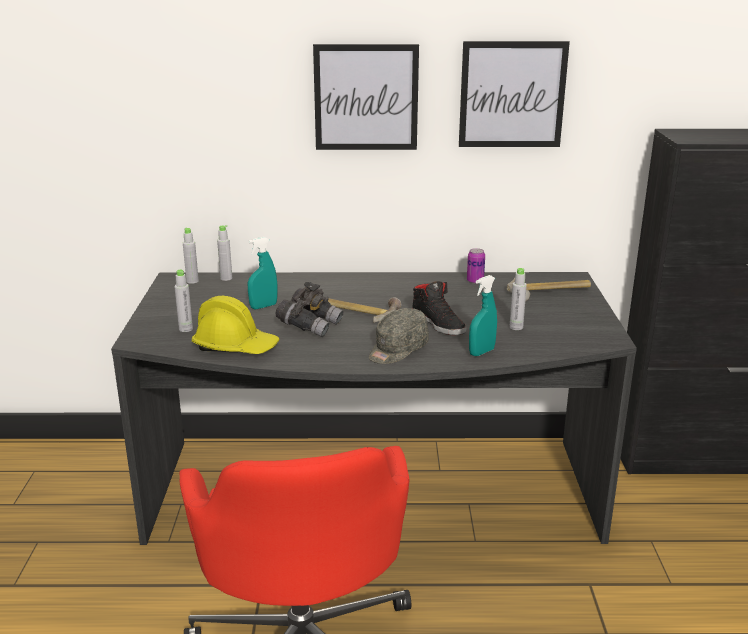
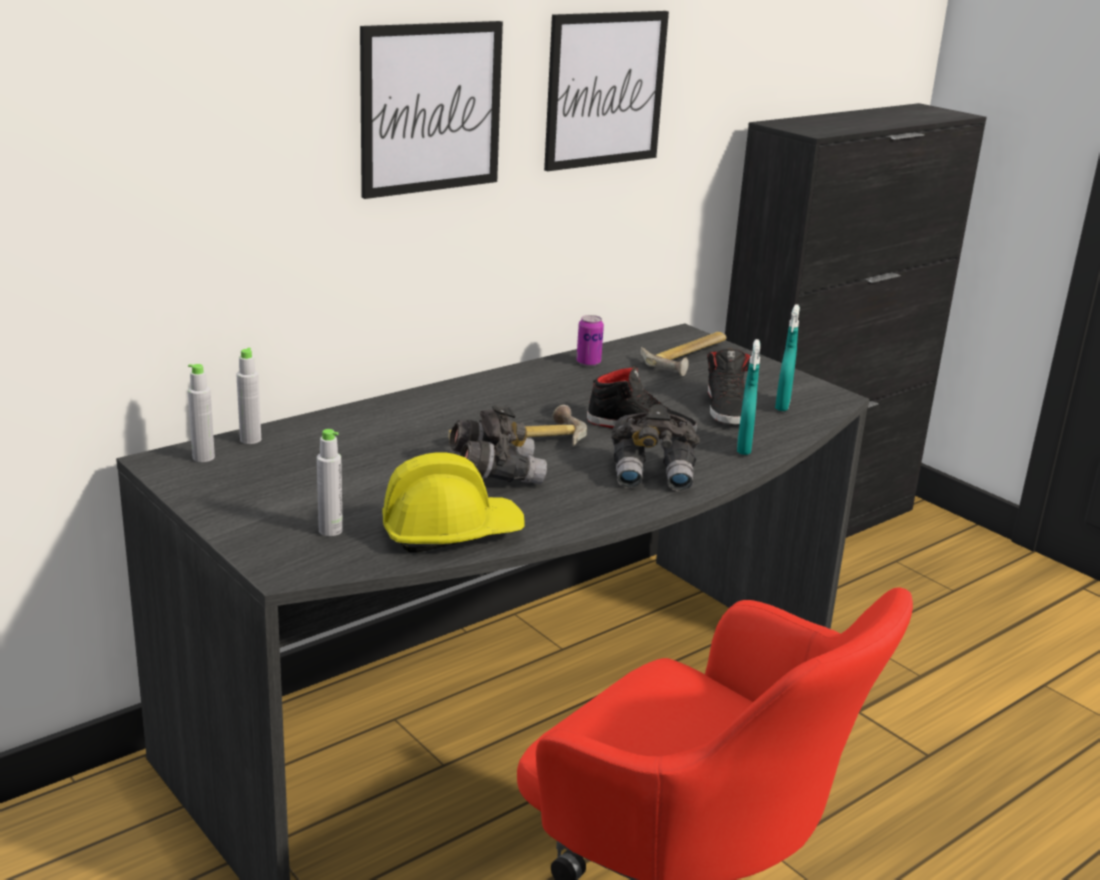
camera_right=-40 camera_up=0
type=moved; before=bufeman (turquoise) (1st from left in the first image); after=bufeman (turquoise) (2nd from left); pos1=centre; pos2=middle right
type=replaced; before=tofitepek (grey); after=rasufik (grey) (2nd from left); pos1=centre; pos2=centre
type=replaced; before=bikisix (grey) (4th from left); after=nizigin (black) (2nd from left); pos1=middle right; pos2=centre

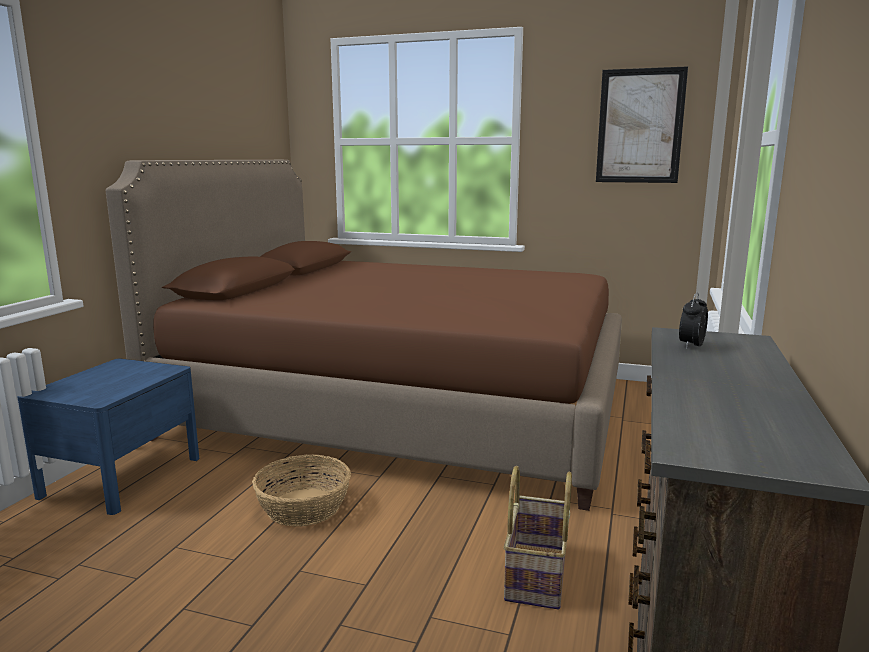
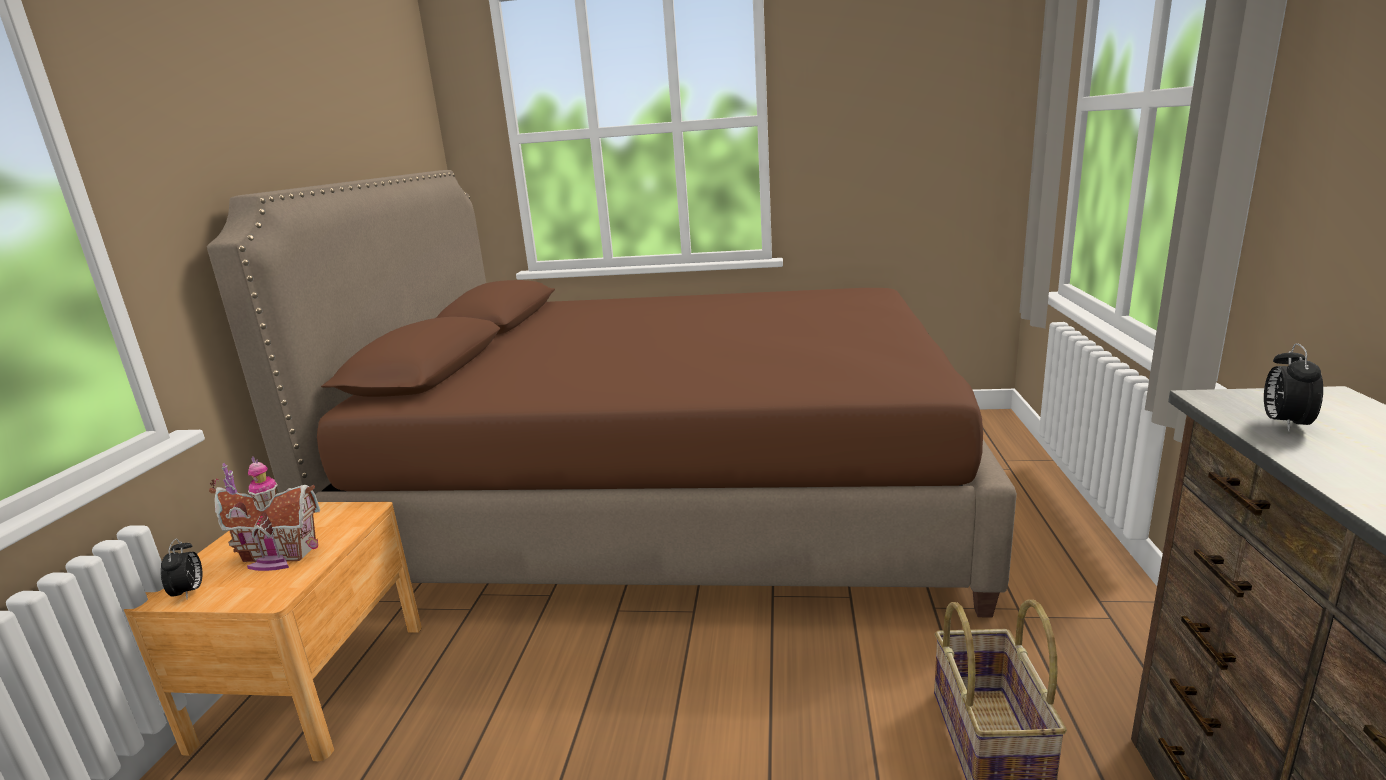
camera_right=-10 camera_up=5
type=recoloured; before=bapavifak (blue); after=bapavifak (brown); pos1=bottom left; pos2=bottom left
type=removed; before=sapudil (1st from left); pos1=bottom centre
type=removed; before=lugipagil; pos1=top right
type=added; after=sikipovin (1st from left); pos2=bottom left
type=added; after=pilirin; pos2=middle left

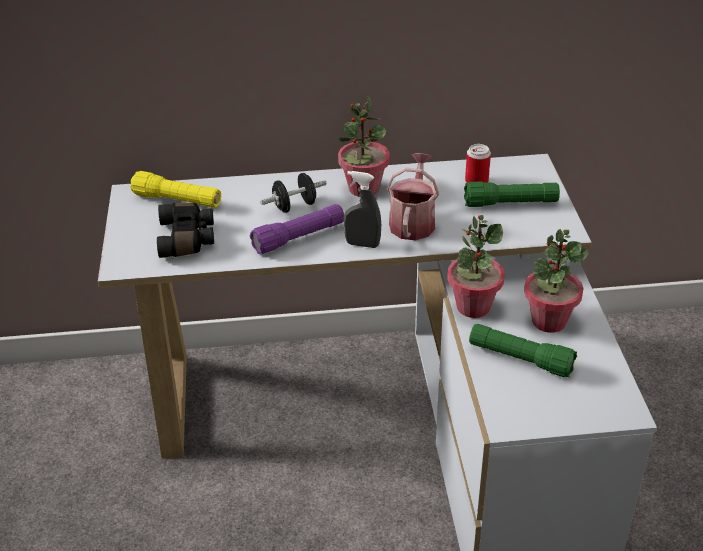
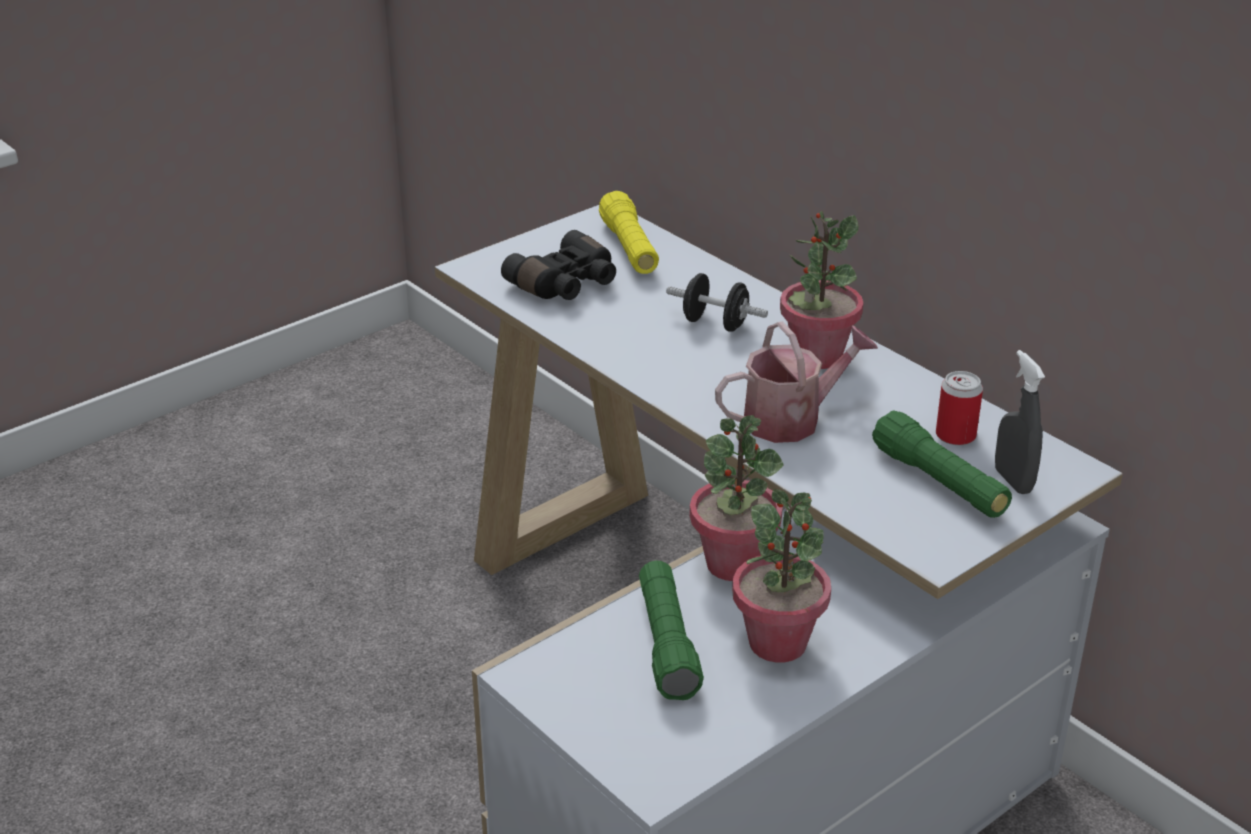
camera_right=55 camera_up=-5
type=removed; before=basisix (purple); pos1=centre
type=moved; before=bufeman (grey); pos1=centre; pos2=middle right

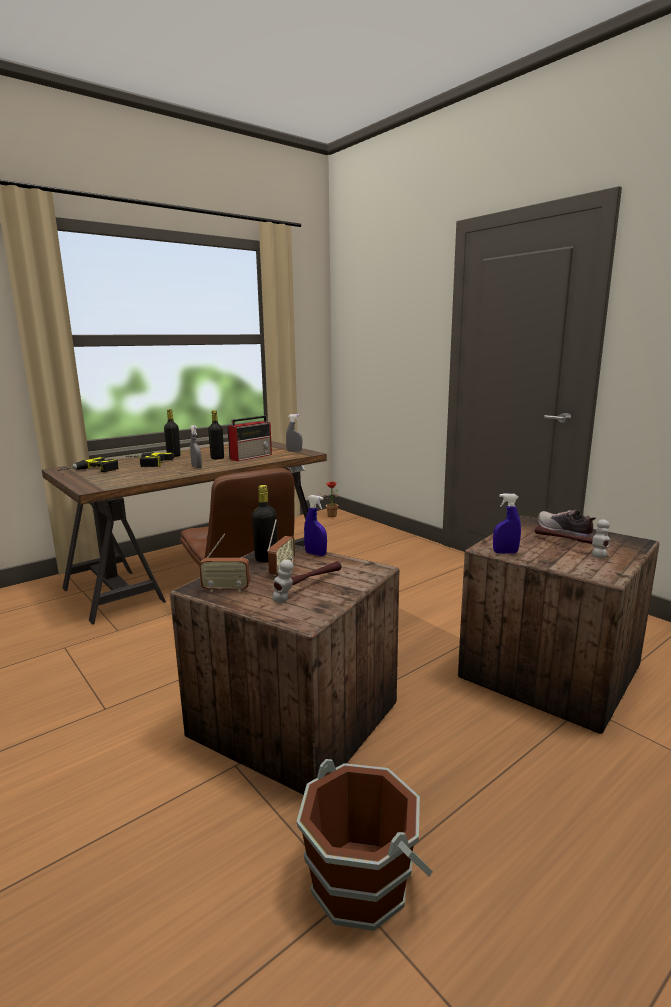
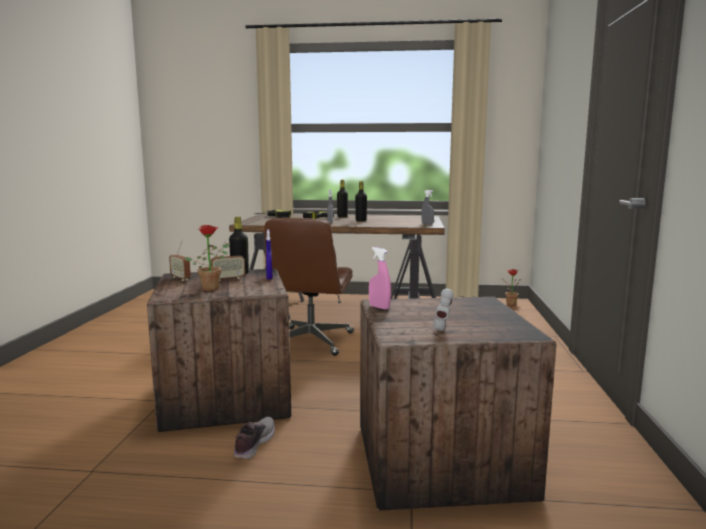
camera_right=45 camera_up=-5
type=removed; before=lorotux (2nd from left); pos1=centre
type=replaced; before=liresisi (1st from left); after=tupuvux (1st from left); pos1=centre; pos2=middle left
type=removed; before=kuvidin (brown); pos1=bottom centre
type=recoloured; before=bufeman (blue) (2nd from left); after=bufeman (pink); pos1=middle right; pos2=centre
type=moved; before=nizigin; pos1=middle right; pos2=bottom centre

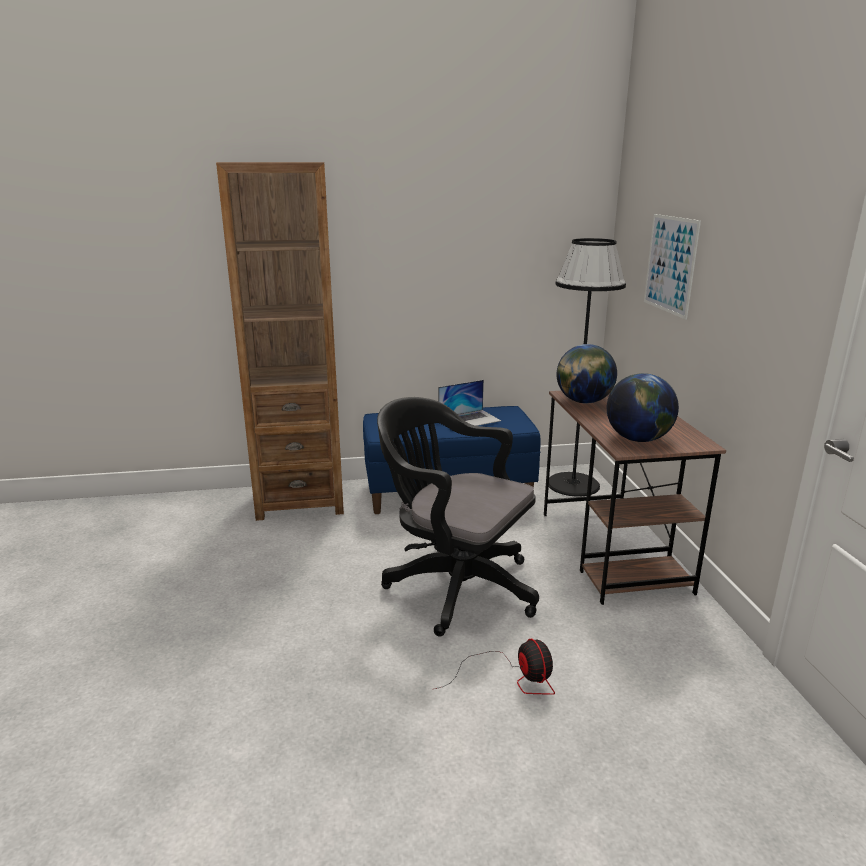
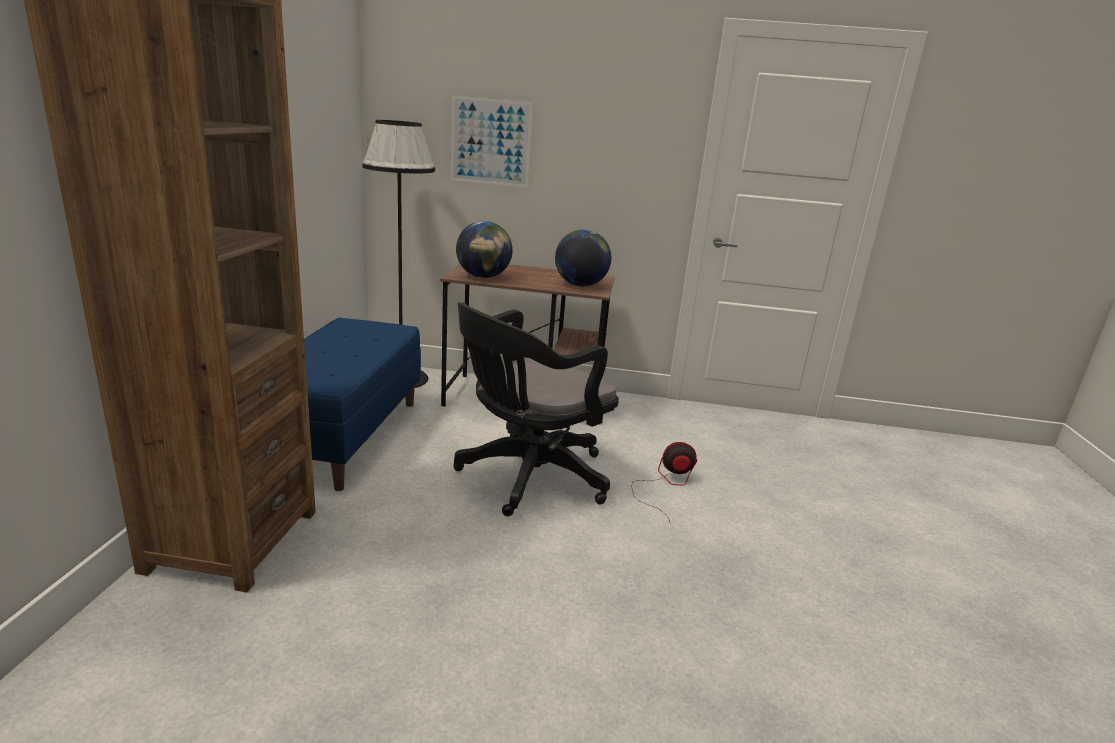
camera_right=-75 camera_up=0
type=removed; before=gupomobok; pos1=centre

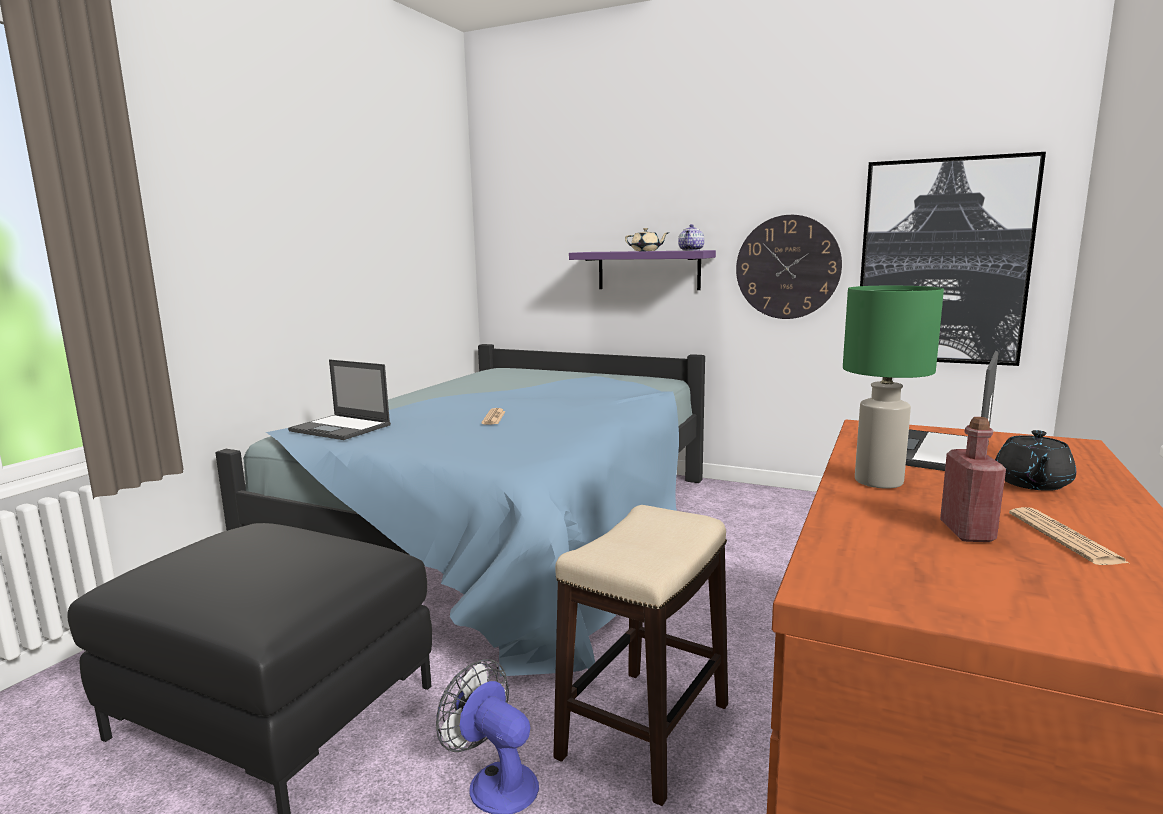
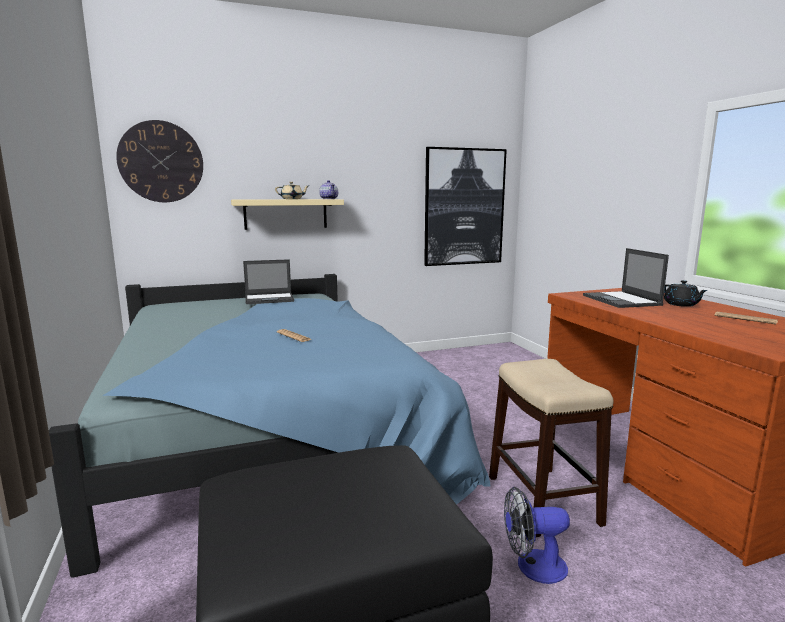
camera_right=-45 camera_up=0
type=moved; before=gupomobok (1st from left); pos1=middle left; pos2=centre
type=recoloured; before=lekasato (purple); after=lekasato (beige); pos1=top centre; pos2=centre
type=moved; before=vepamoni; pos1=top right; pos2=top left
type=removed; before=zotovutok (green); pos1=middle right
type=removed; before=bikisix (red); pos1=middle right

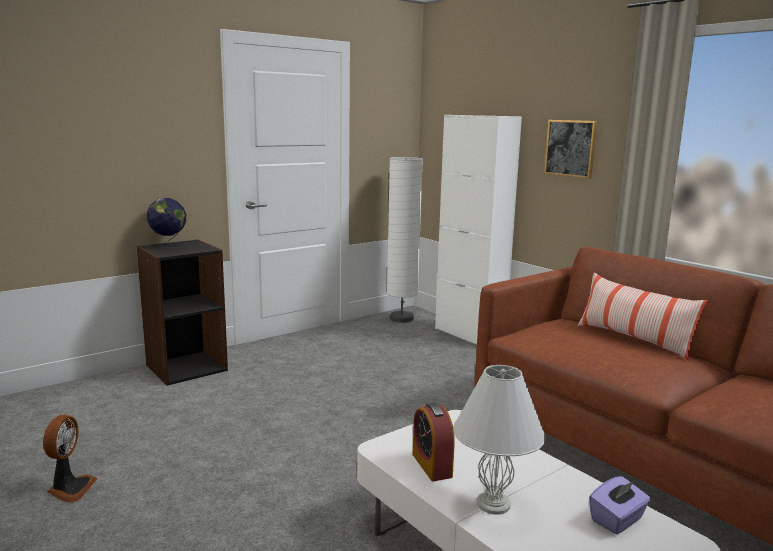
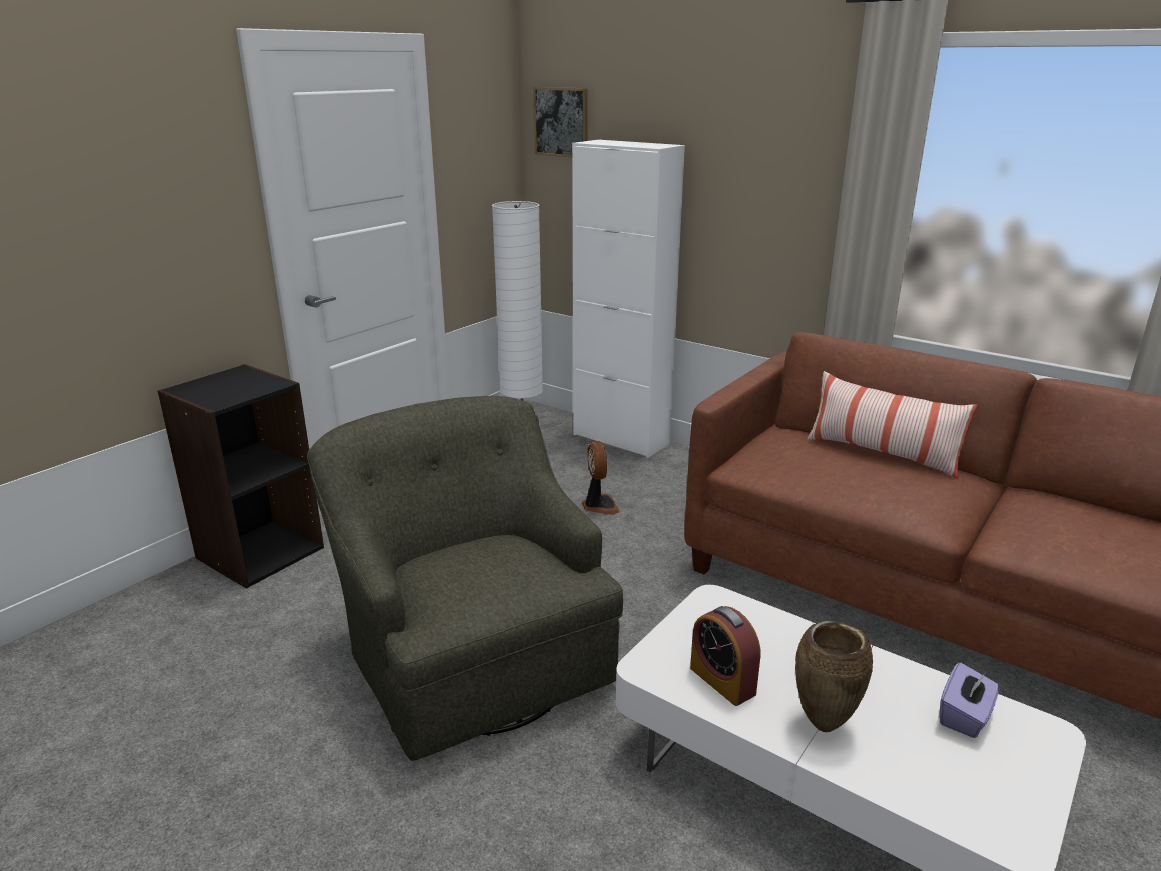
camera_right=-15 camera_up=10
type=moved; before=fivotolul; pos1=bottom left; pos2=centre
type=removed; before=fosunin; pos1=middle left
type=replaced; before=zotovutok (white); after=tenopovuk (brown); pos1=bottom centre; pos2=bottom right
type=moved; before=lugipagil; pos1=top right; pos2=top centre
type=added; after=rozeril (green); pos2=centre

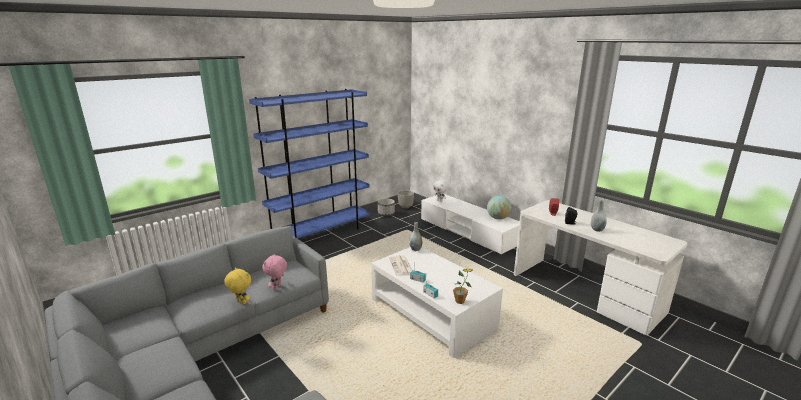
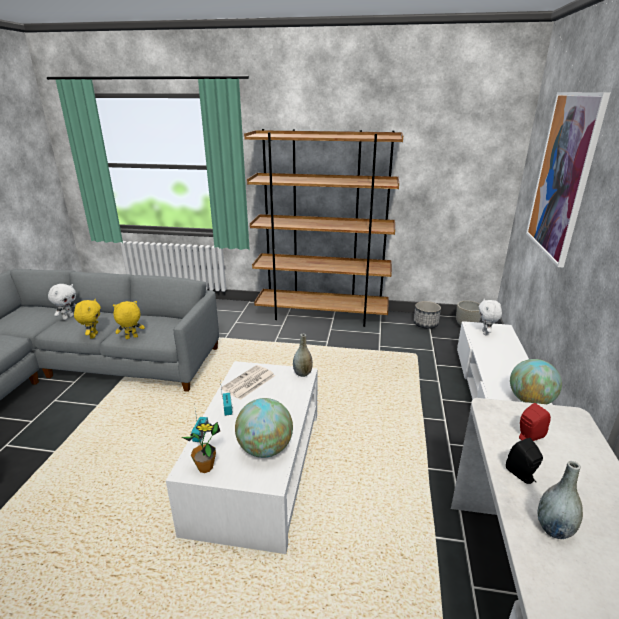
camera_right=50 camera_up=5
type=recoloured; before=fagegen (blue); after=fagegen (brown); pos1=centre; pos2=centre
type=recoloured; before=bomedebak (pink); after=bomedebak (yellow) (2nd from left); pos1=bottom centre; pos2=middle left
type=added; after=bomedebak (white) (1st from left); pos2=middle left
type=added; after=fosunin (1st from left); pos2=bottom centre
type=added; after=lugipagil; pos2=top right

